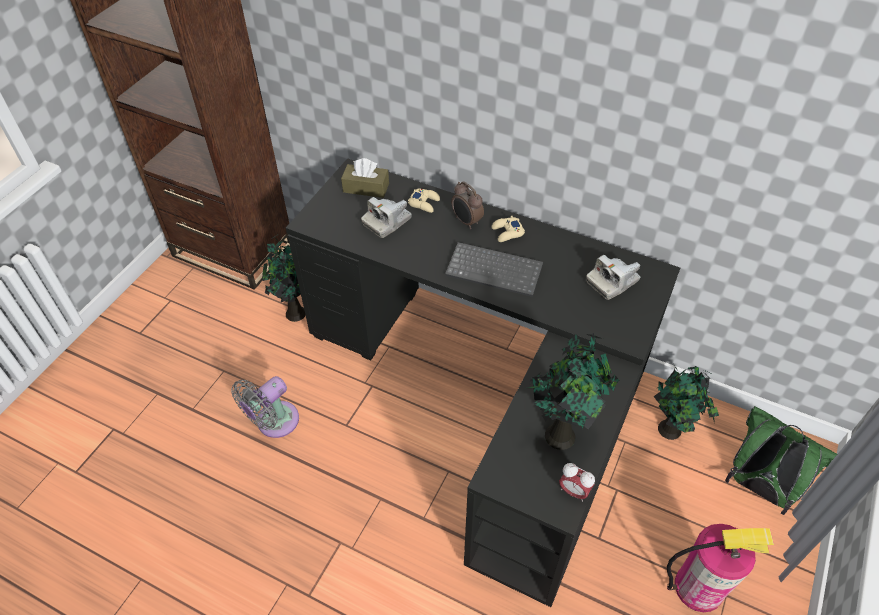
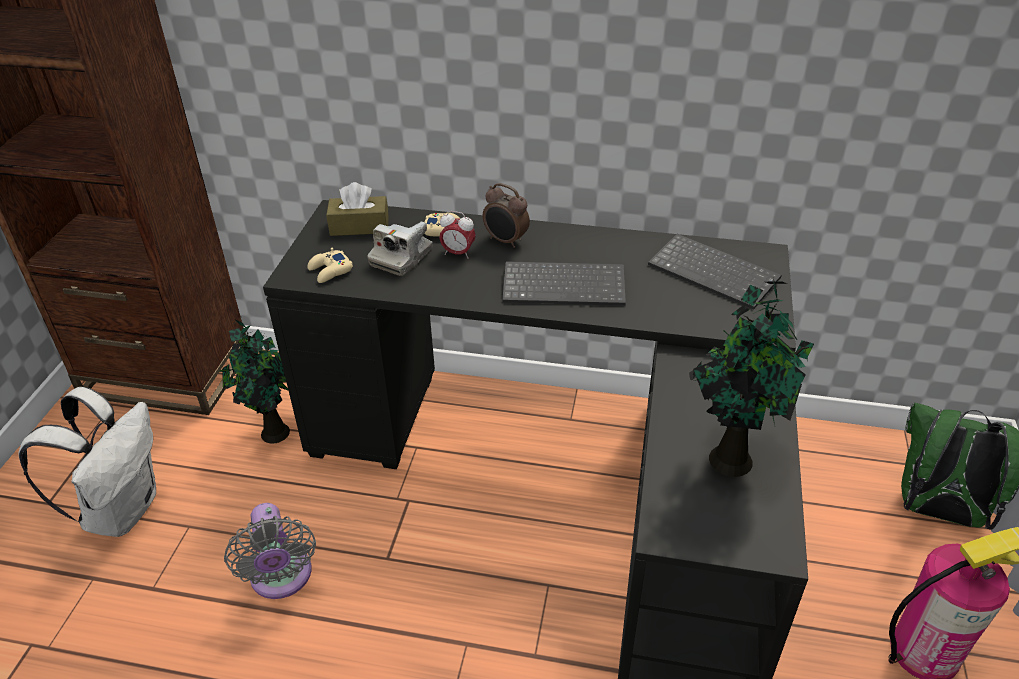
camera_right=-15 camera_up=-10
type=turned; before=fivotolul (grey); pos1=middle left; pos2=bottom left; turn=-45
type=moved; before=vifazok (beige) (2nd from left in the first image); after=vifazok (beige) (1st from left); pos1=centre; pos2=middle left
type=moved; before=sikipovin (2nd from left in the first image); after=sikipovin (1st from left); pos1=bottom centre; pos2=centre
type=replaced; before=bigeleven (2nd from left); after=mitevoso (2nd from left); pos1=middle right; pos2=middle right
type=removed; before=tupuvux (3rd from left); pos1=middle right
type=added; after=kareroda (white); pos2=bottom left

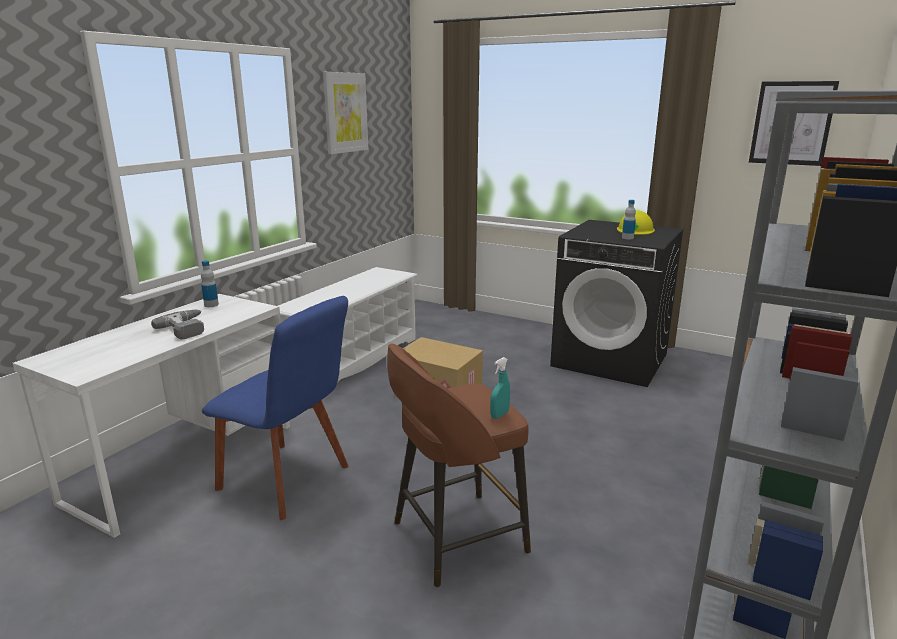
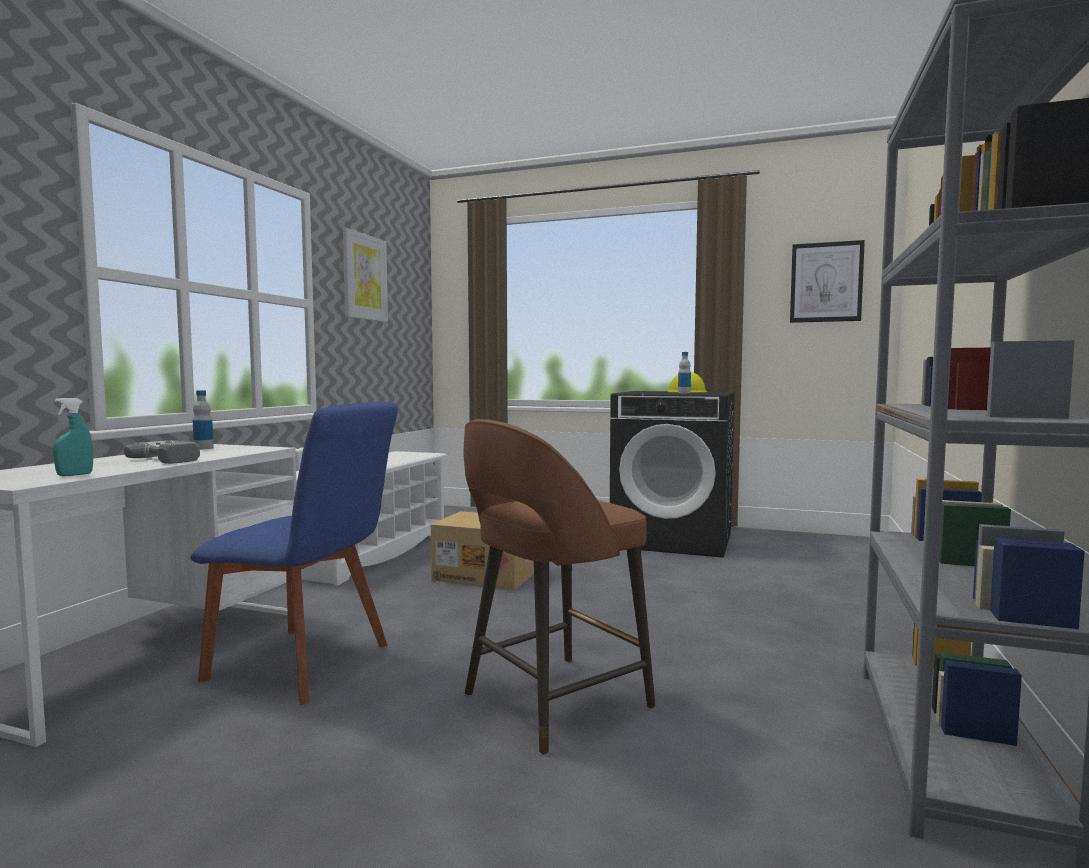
camera_right=-10 camera_up=-15
type=moved; before=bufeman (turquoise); pos1=centre; pos2=middle left

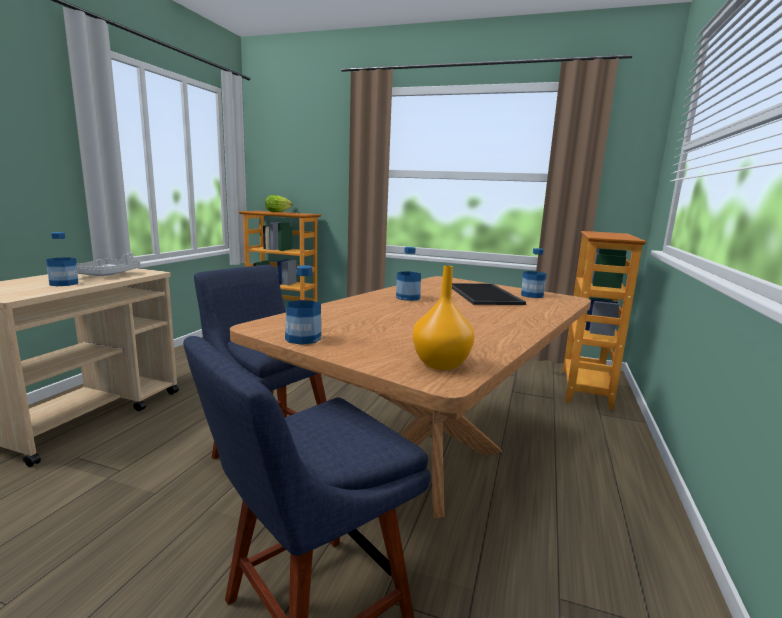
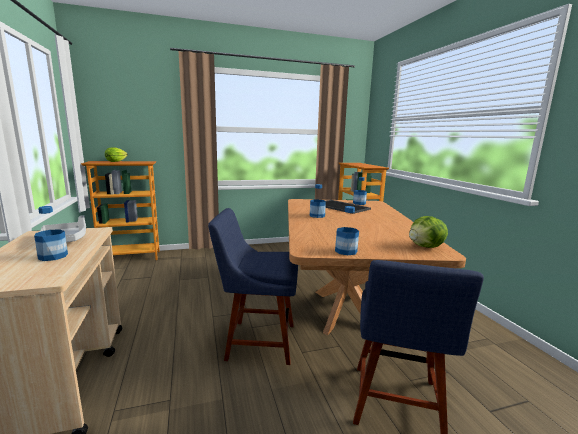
camera_right=-35 camera_up=0
type=replaced; before=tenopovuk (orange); after=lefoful (2nd from left); pos1=centre; pos2=middle right

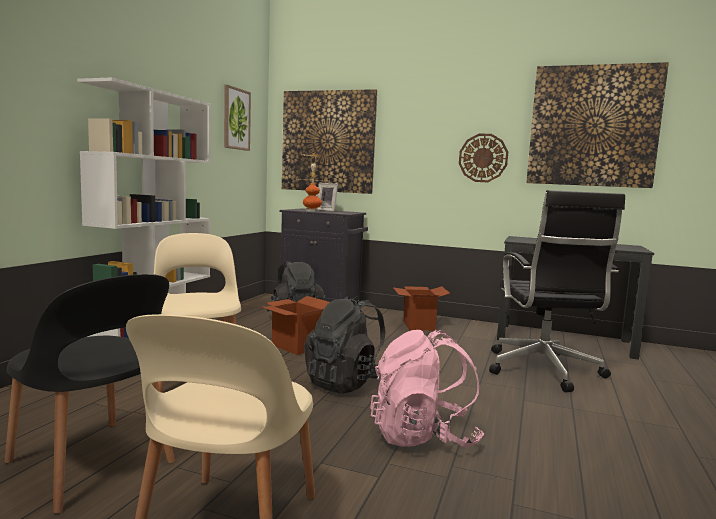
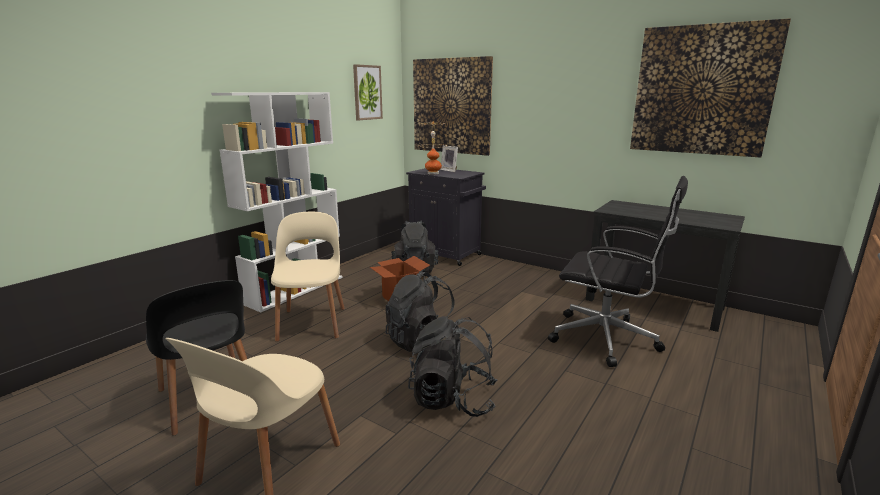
camera_right=15 camera_up=10
type=recoloured; before=kareroda (pink); after=kareroda (black) (3rd from left); pos1=bottom centre; pos2=bottom centre
type=removed; before=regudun (2nd from left); pos1=centre
type=removed; before=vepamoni; pos1=top right
type=turned; before=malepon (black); pos1=middle right; pos2=middle right; turn=-75

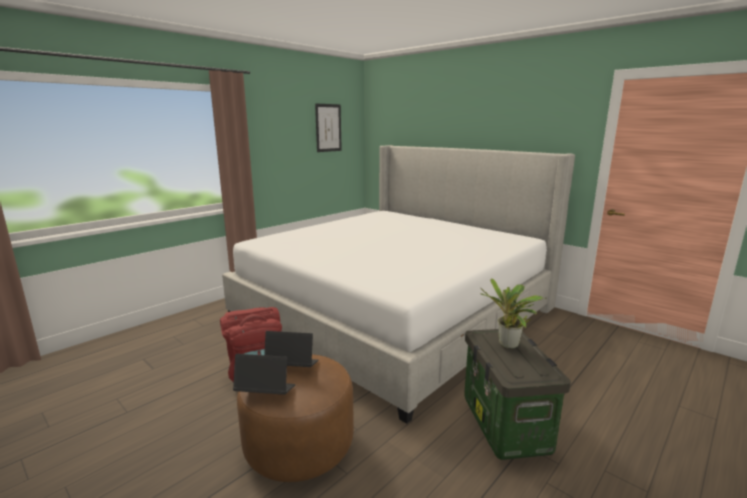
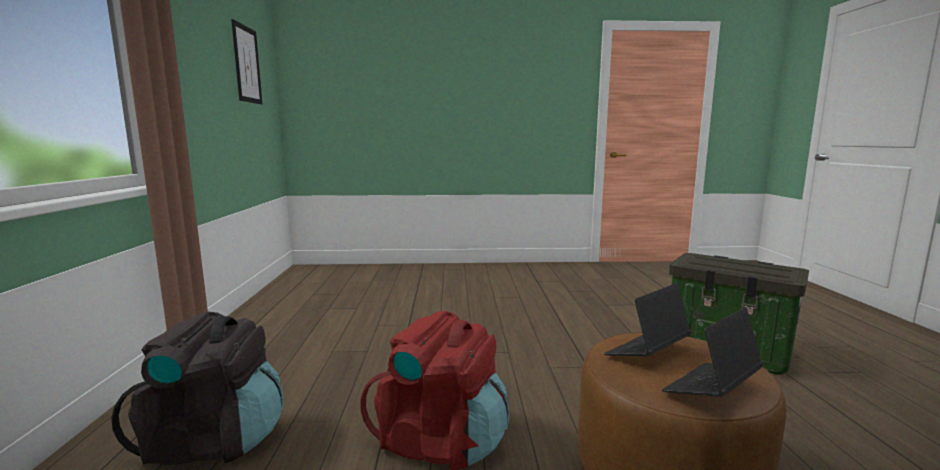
camera_right=-45 camera_up=-5
type=removed; before=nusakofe; pos1=centre
type=removed; before=tupuvux; pos1=middle right
type=added; after=kareroda (black); pos2=bottom left

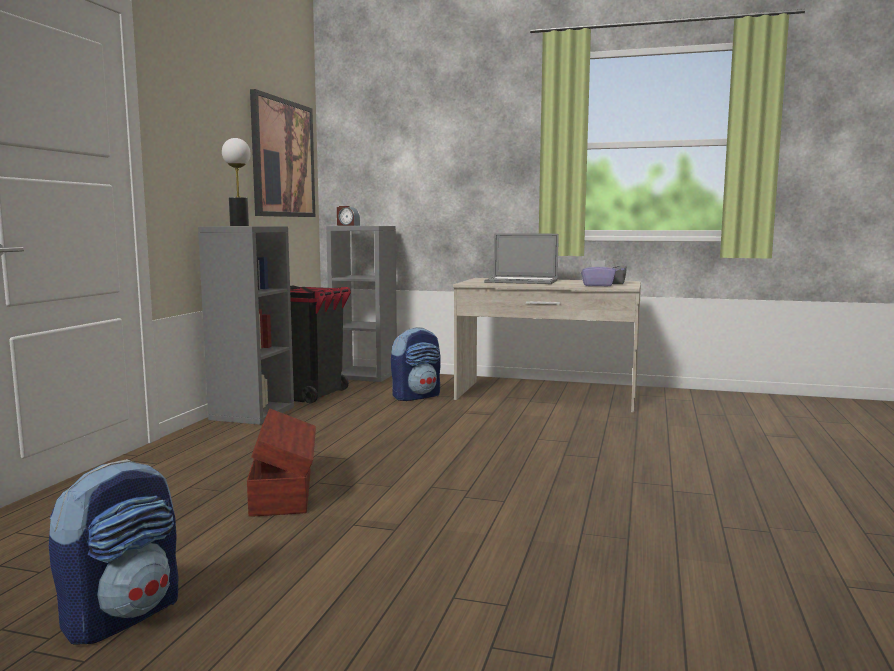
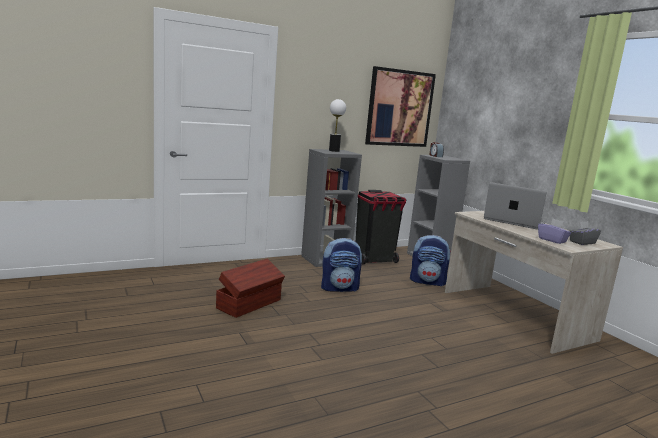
camera_right=45 camera_up=5
type=moved; before=kareroda (1st from left); pos1=bottom left; pos2=centre
type=turned; before=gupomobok; pos1=centre; pos2=middle right; turn=150

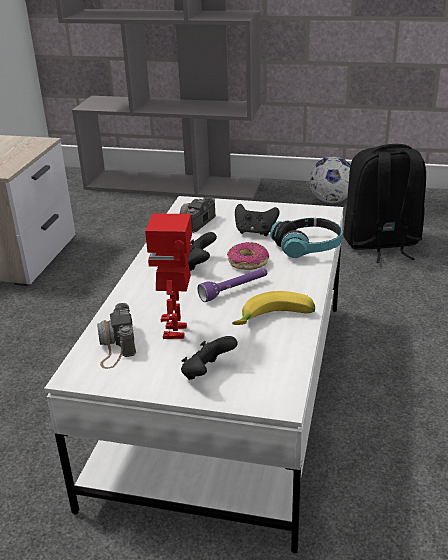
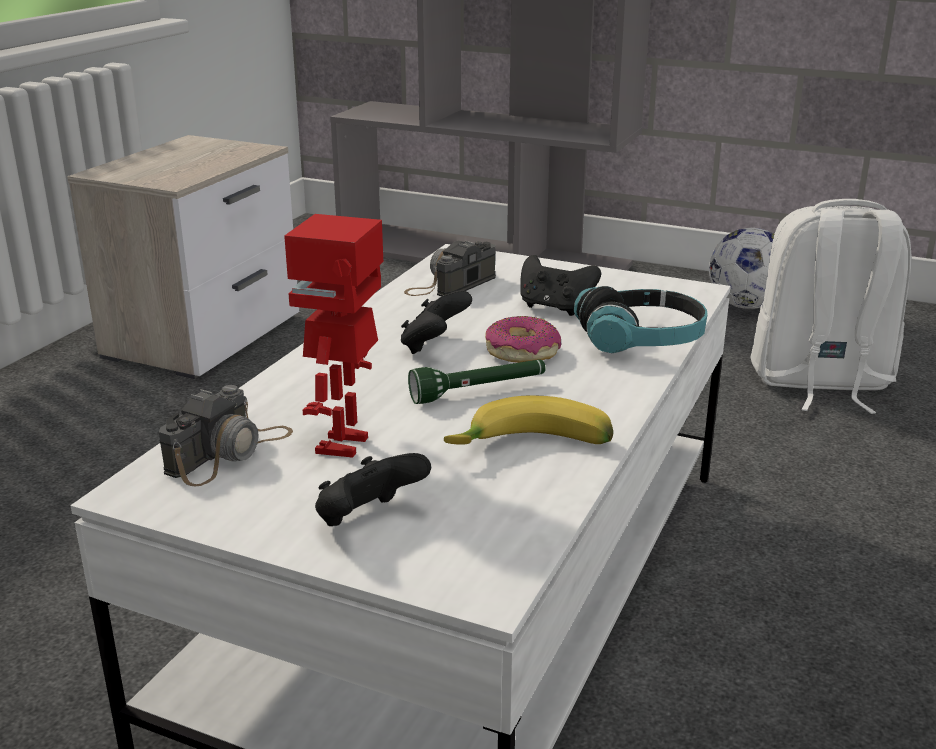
camera_right=10 camera_up=-5
type=turned; before=bigeleven (1st from left); pos1=middle left; pos2=middle left; turn=-150
type=recoloured; before=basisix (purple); after=basisix (green); pos1=centre; pos2=centre
type=recoloured; before=kareroda (black); after=kareroda (white); pos1=middle right; pos2=middle right

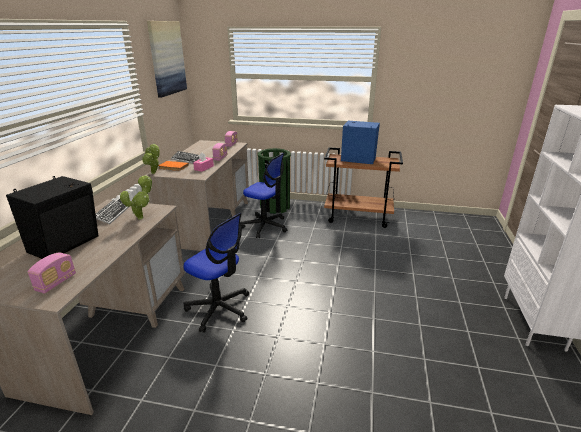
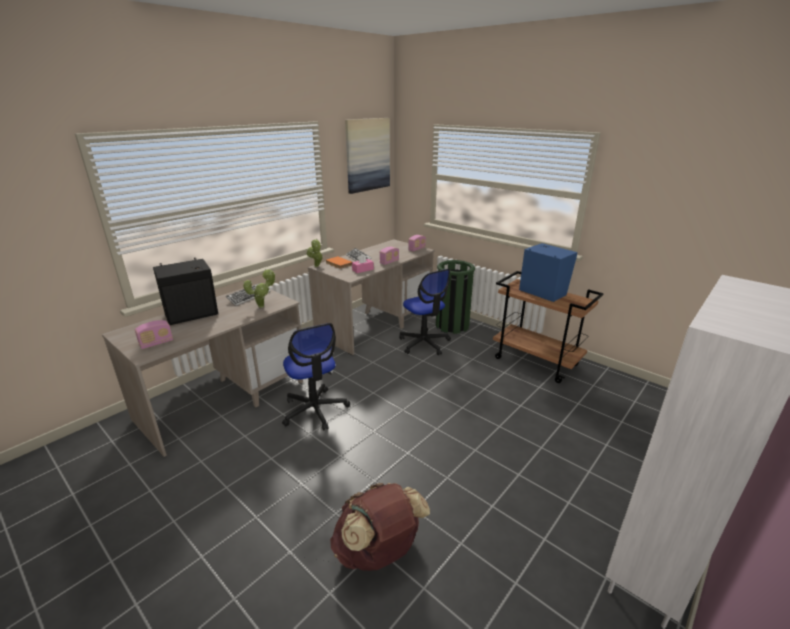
camera_right=30 camera_up=0
type=added; after=kareroda (brown); pos2=bottom centre

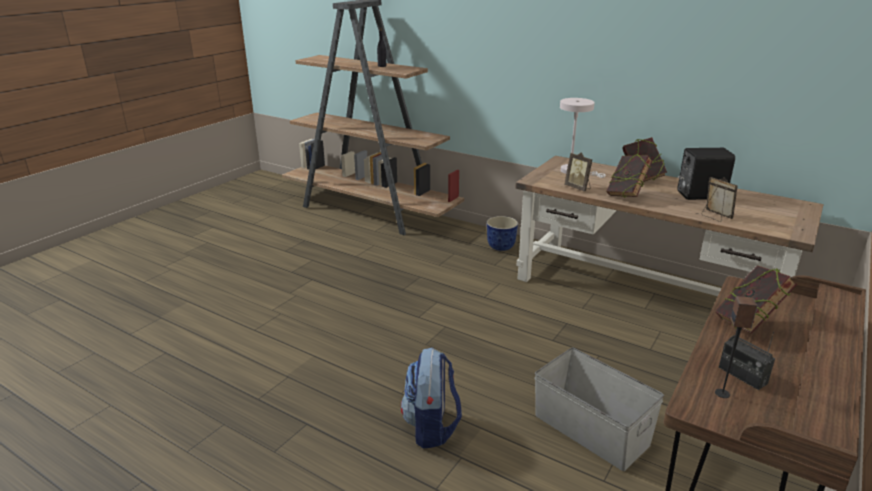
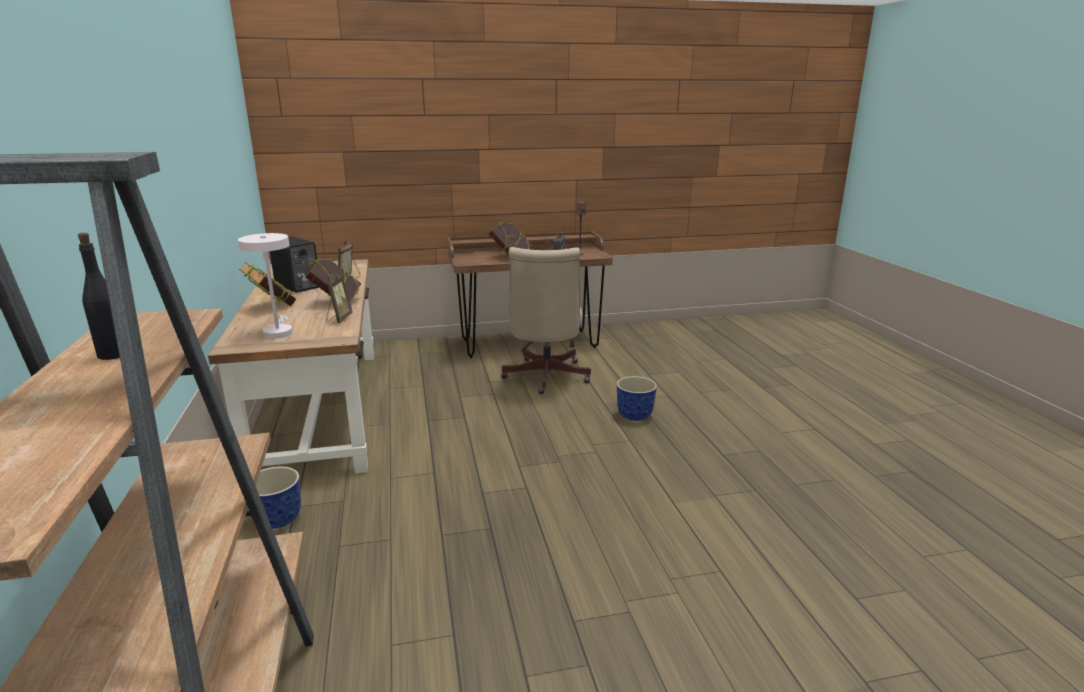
camera_right=-135 camera_up=-5
type=replaced; before=kareroda; after=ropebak (2nd from left); pos1=bottom centre; pos2=centre
type=replaced; before=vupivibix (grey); after=malepon (beige); pos1=bottom right; pos2=centre

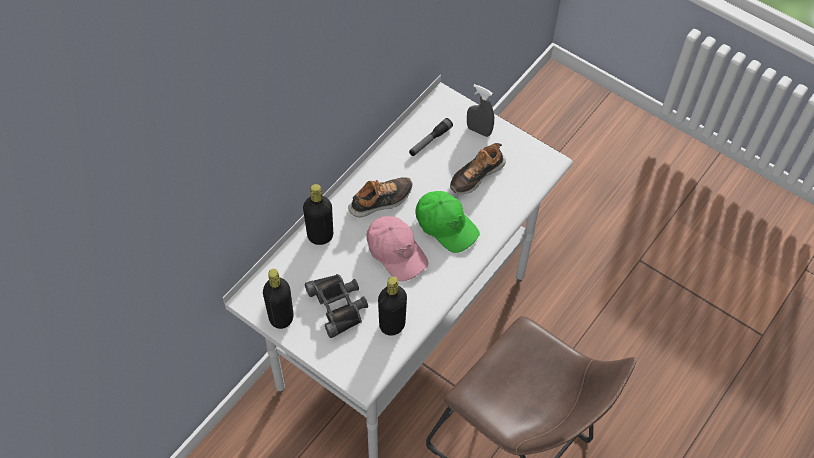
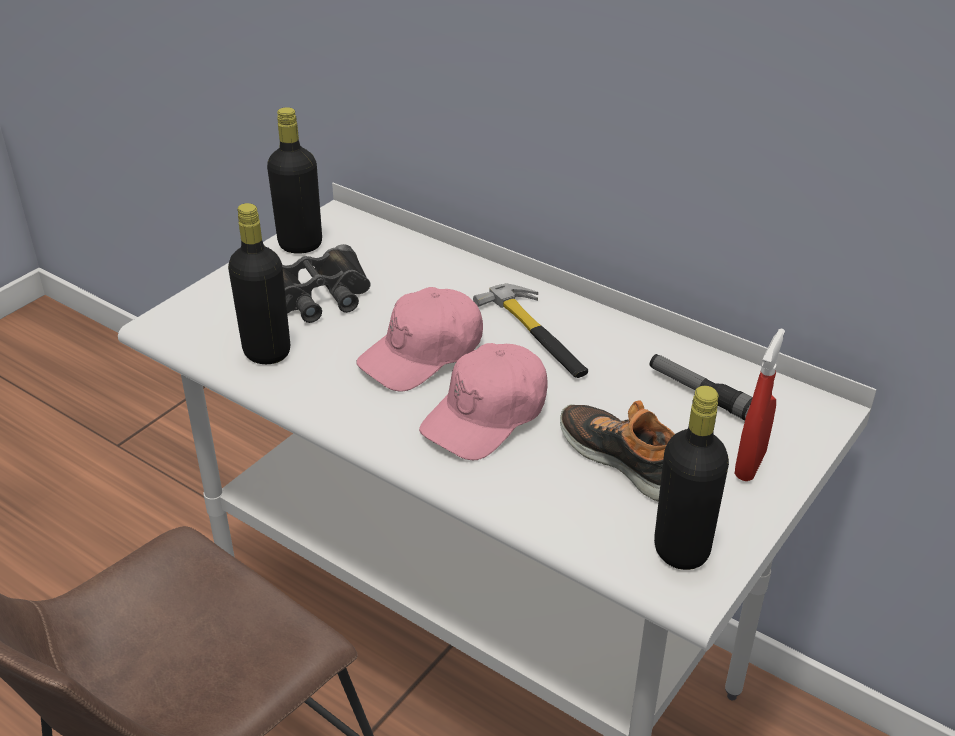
camera_right=90 camera_up=-20
type=moved; before=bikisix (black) (2nd from left in the first image); after=bikisix (black) (3rd from left); pos1=centre; pos2=middle right
type=replaced; before=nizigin (1st from left); after=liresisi; pos1=centre; pos2=centre
type=recoloured; before=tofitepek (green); after=tofitepek (pink) (2nd from left); pos1=centre; pos2=centre
type=recoloured; before=bufeman (grey); after=bufeman (red); pos1=top centre; pos2=middle right

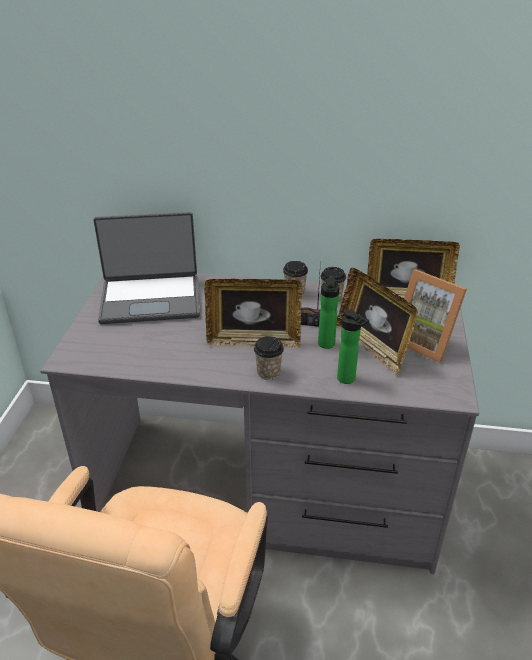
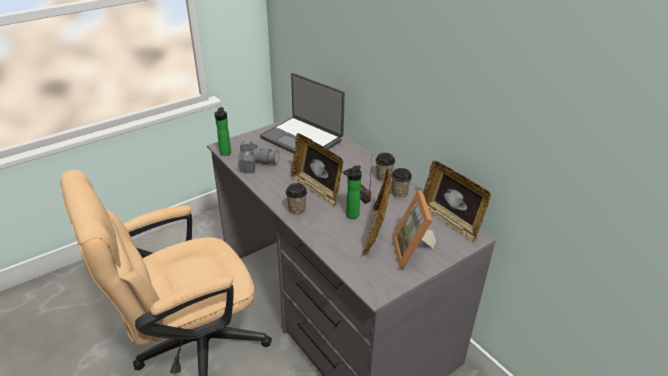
camera_right=45 camera_up=0
type=moved; before=bikisix (2nd from left in the first image); after=bikisix (1st from left); pos1=centre; pos2=middle left
type=added; after=bigeleven; pos2=centre

